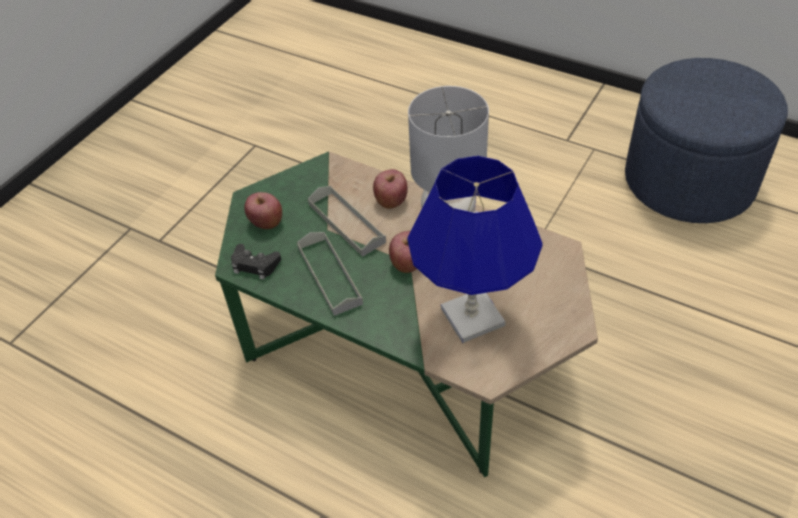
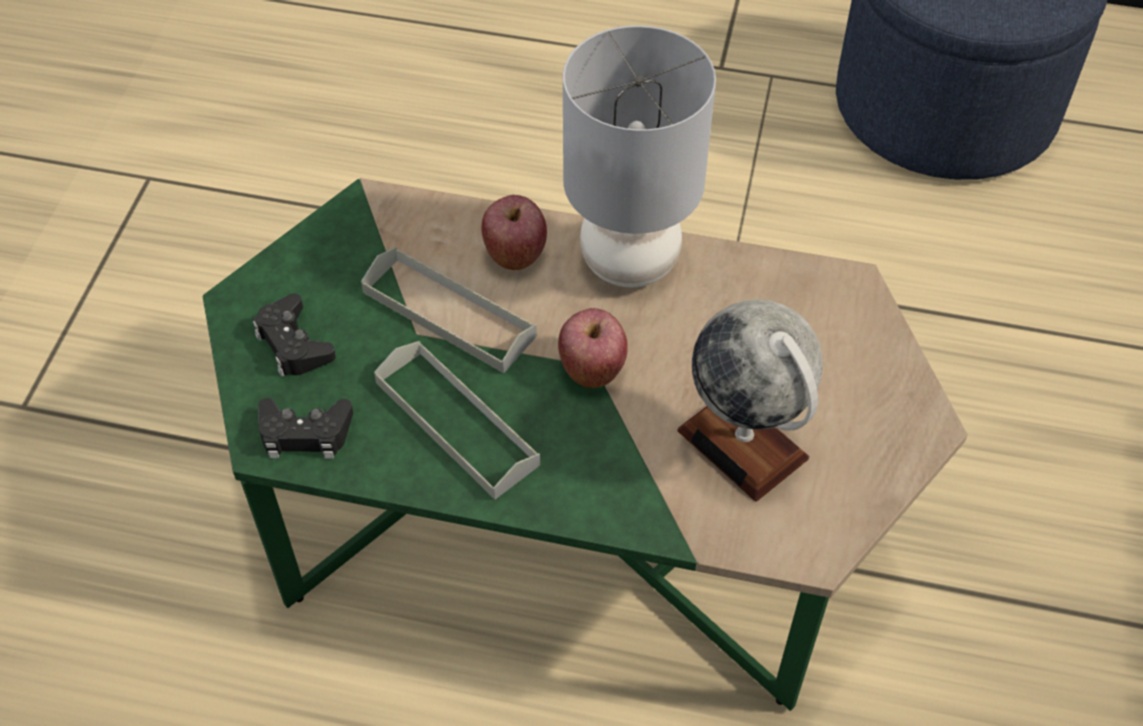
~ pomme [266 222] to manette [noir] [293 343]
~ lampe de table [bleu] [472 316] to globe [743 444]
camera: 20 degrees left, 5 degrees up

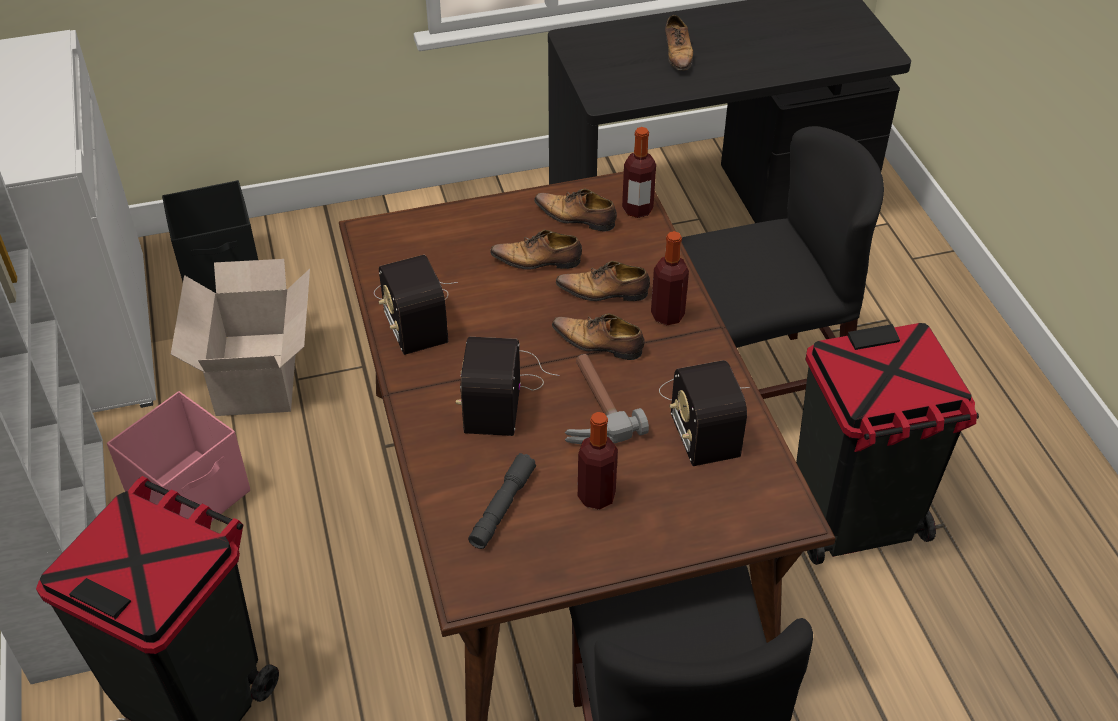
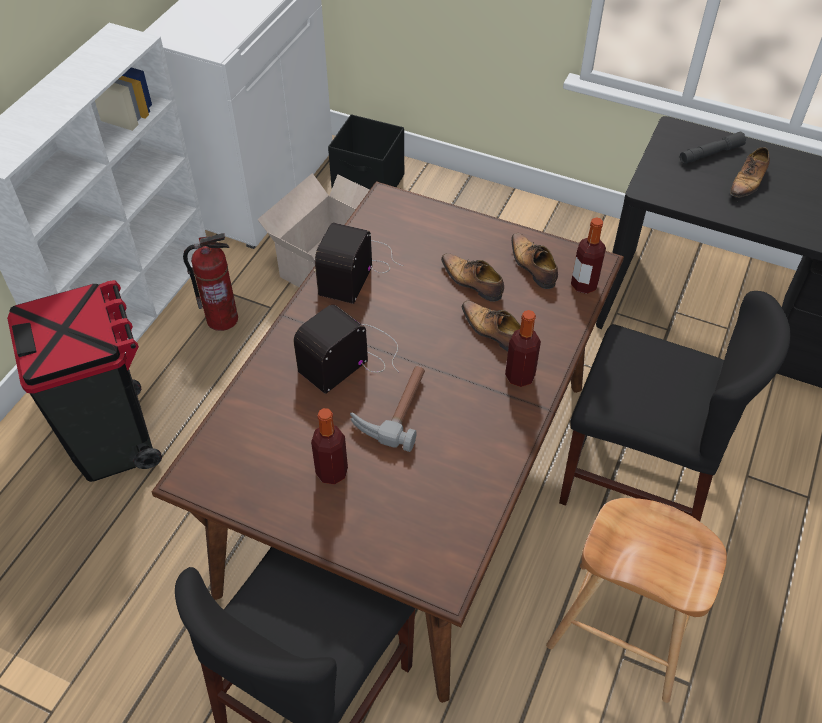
~ boîte de rangement [rose] [192 496] to extincteur [222 319]
~ lampe de poche [gris] [502 507] to [711 153]
- chaussure [599 344]
- radio [702 414]
~ poubelle [noir] [855 520] to tabouret [marron] [621 630]
camera: 40 degrees right, 5 degrees up

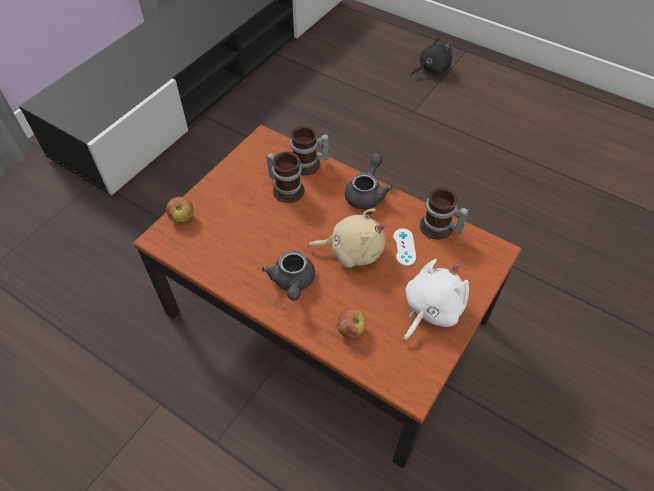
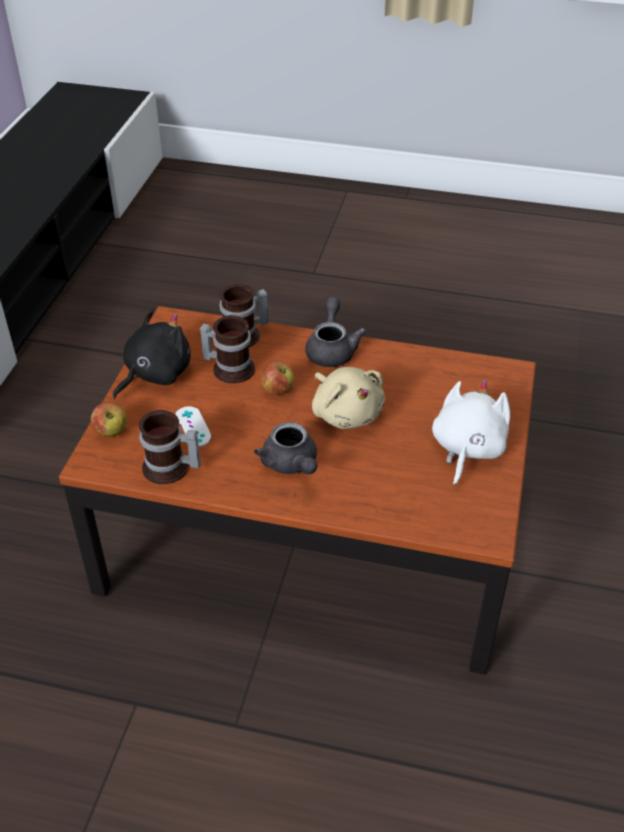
~ peluche [beige] [352 250] = [346 413] 75 degrees clockwise
~ pomme [350 330] to [277 390]
~ manette [blanc] [404 247] to [193 427]
~ peluche [noir] [431 69] to [154 374]
~ mug [439 229] to [170 469]
camera: 20 degrees left, 10 degrees down

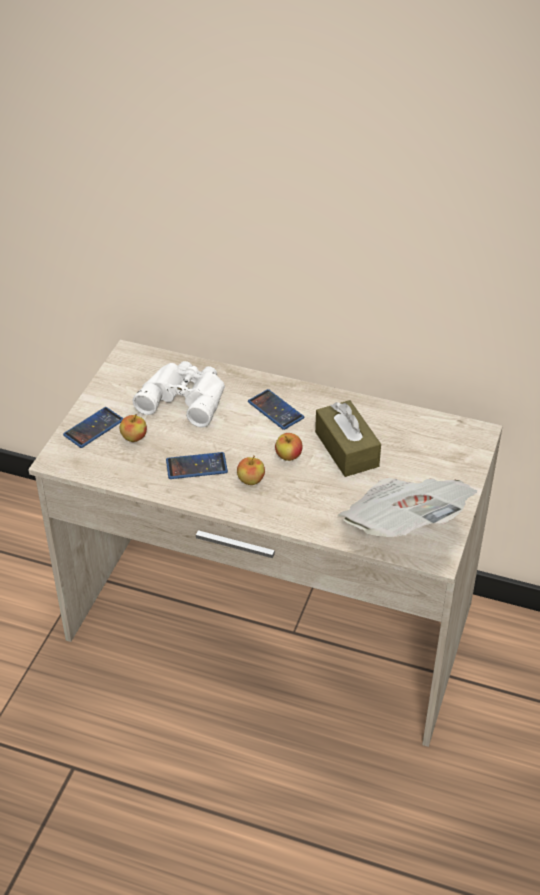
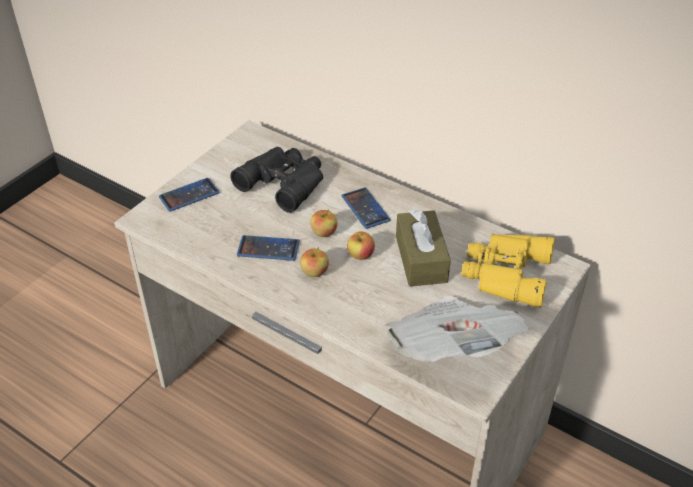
~ pomme [134 438] to [324 233]
~ jumelles [blanc] [185 397] to jumelles [noir] [284 182]
+ jumelles [jaune] [504 273]
camera: 15 degrees right, 0 degrees up

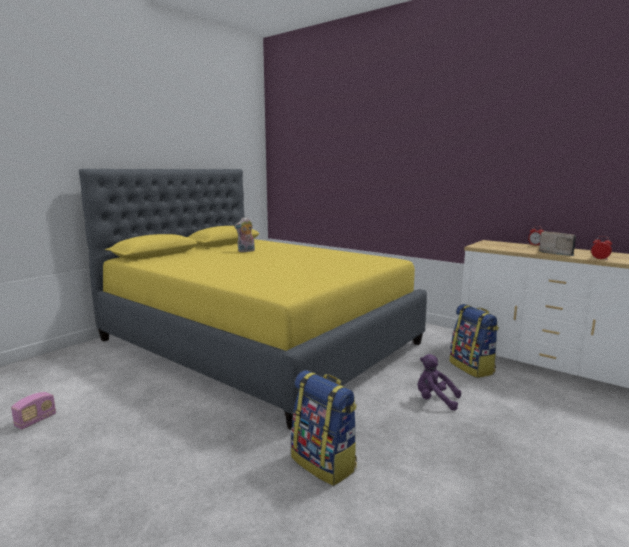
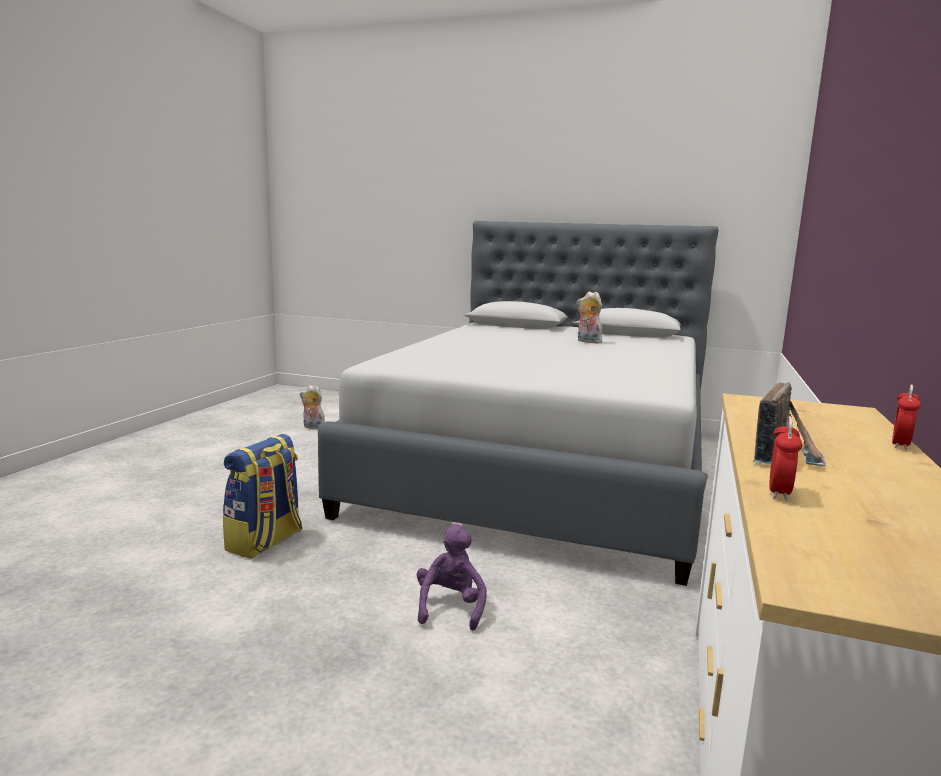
~ radio [36 421] to peluche [312 427]
~ lit [jaune] [259 341] to lit [gris] [544 468]
- sac à dos [472 368]
camera: 70 degrees right, 0 degrees up

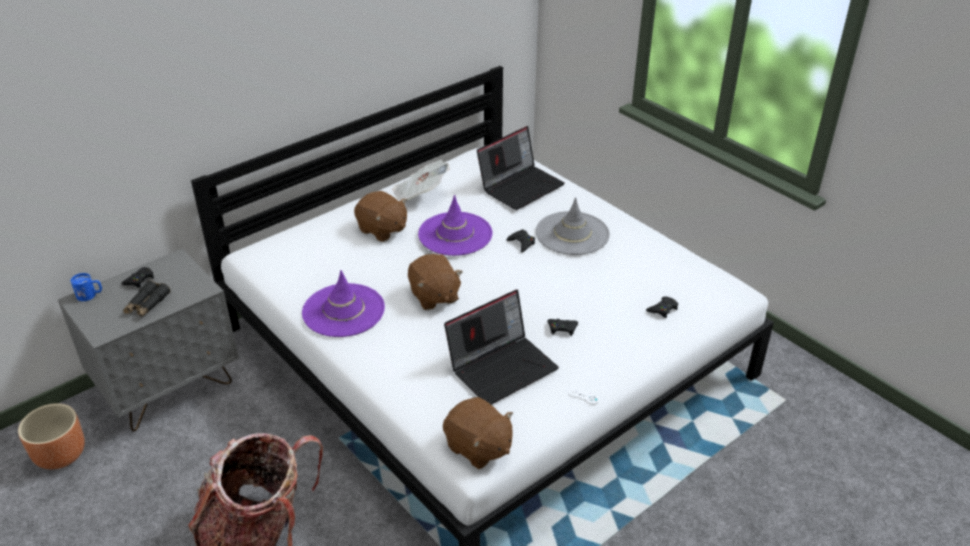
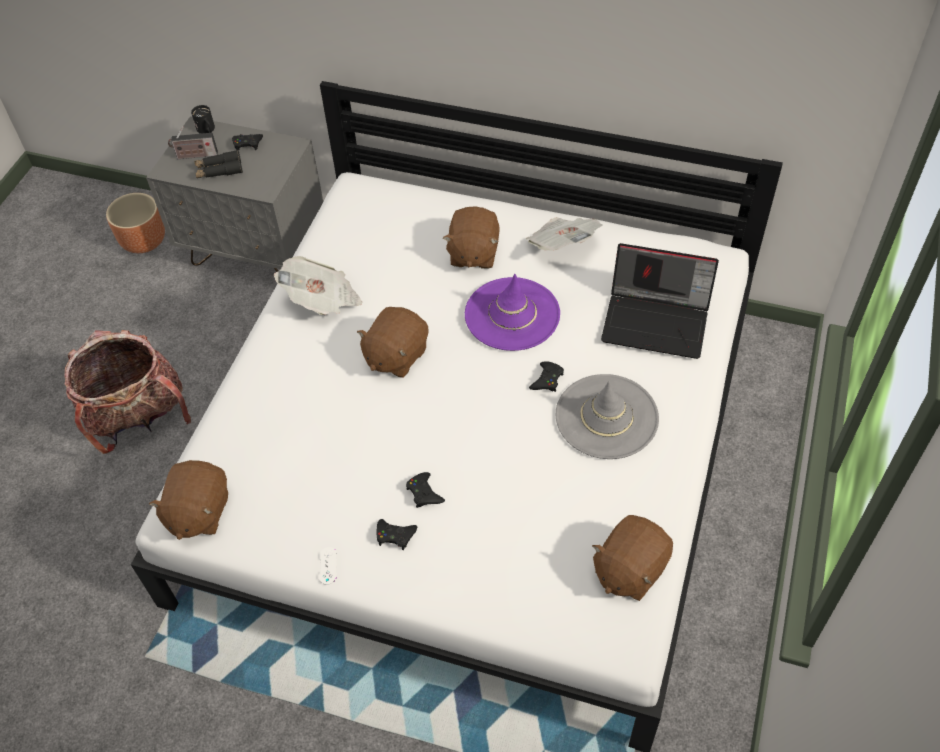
~ mug [bleu] [90 295] to mug [noir] [207 130]
~ chapeau [violet] [343 310] to journal [322 300]
- ordinateur portable [502 366]
~ manette [noir] [662 309] to [395 535]
+ radio [195 156]
+ peluche [marron] [629 569]
camera: 60 degrees right, 15 degrees up

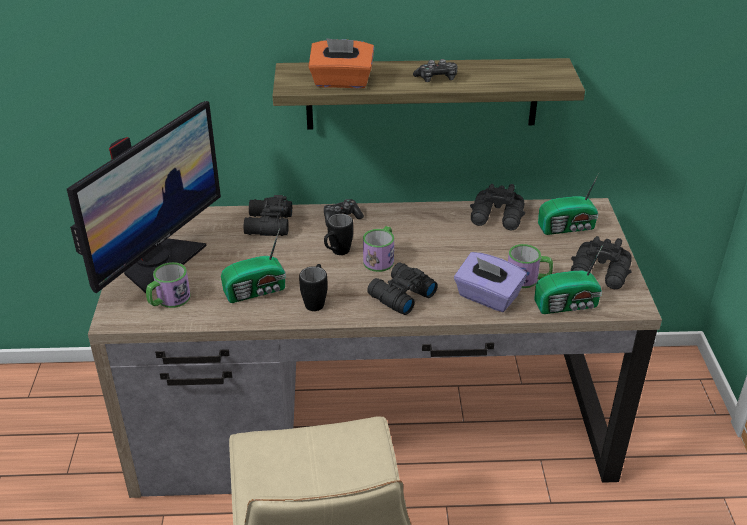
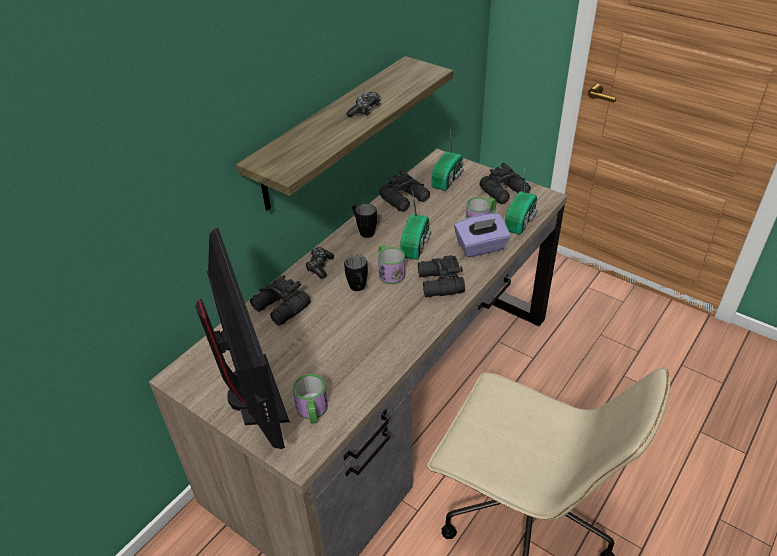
~ radio [257 291] to [416 244]
~ mug [noir] [316 301] to [364 231]
- boîte à mouchoirs [orange] [341 82]
camera: 50 degrees left, 5 degrees up

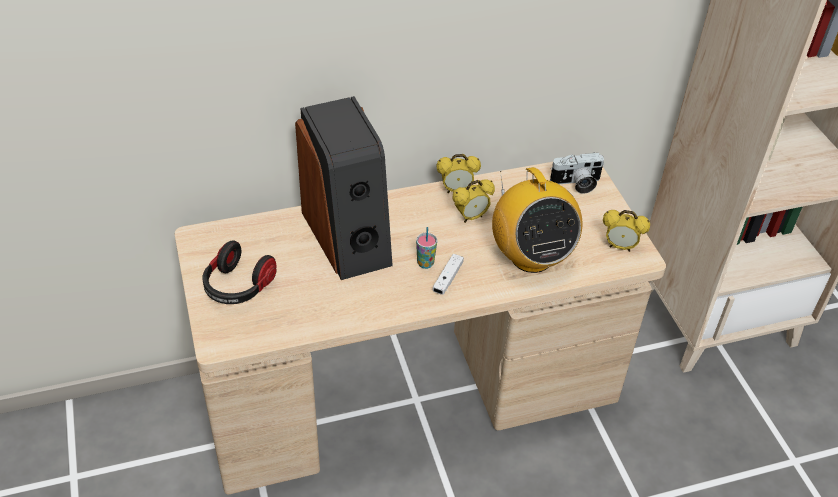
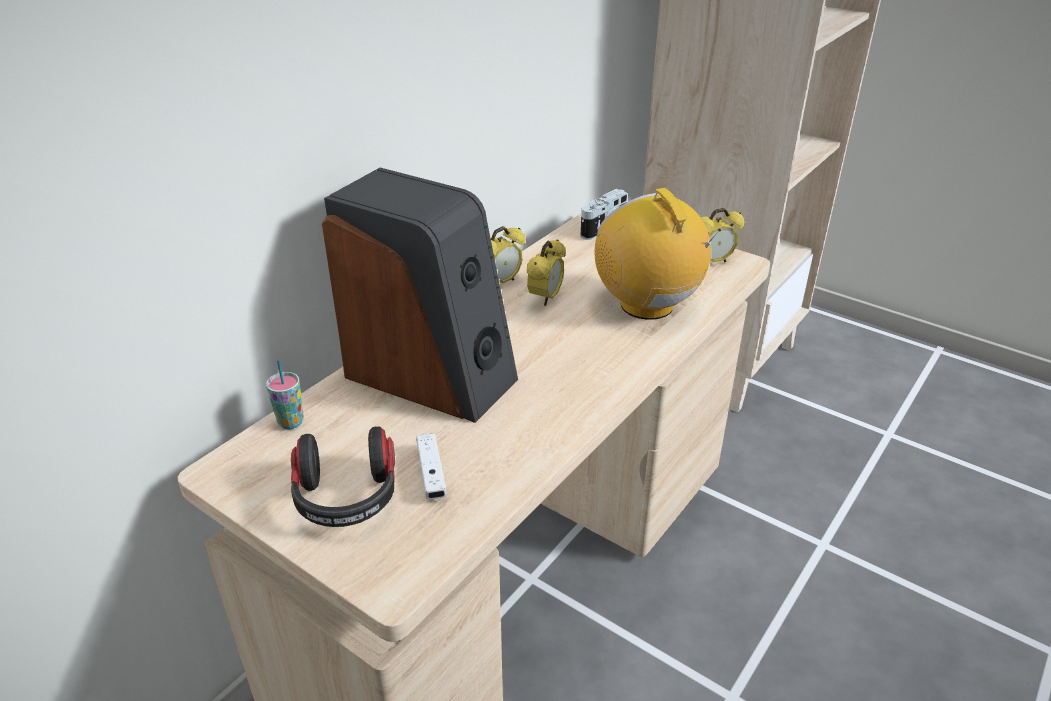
~ tasse [425 263] to [291 422]
~ manette [blanc] [447 279] to [431 474]
~ radio [530 257] = [647 305] 150 degrees counterclockwise
camera: 35 degrees left, 10 degrees down

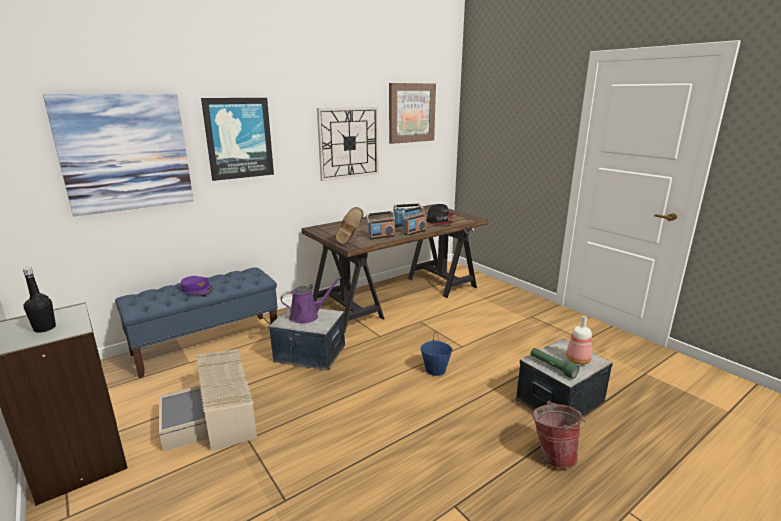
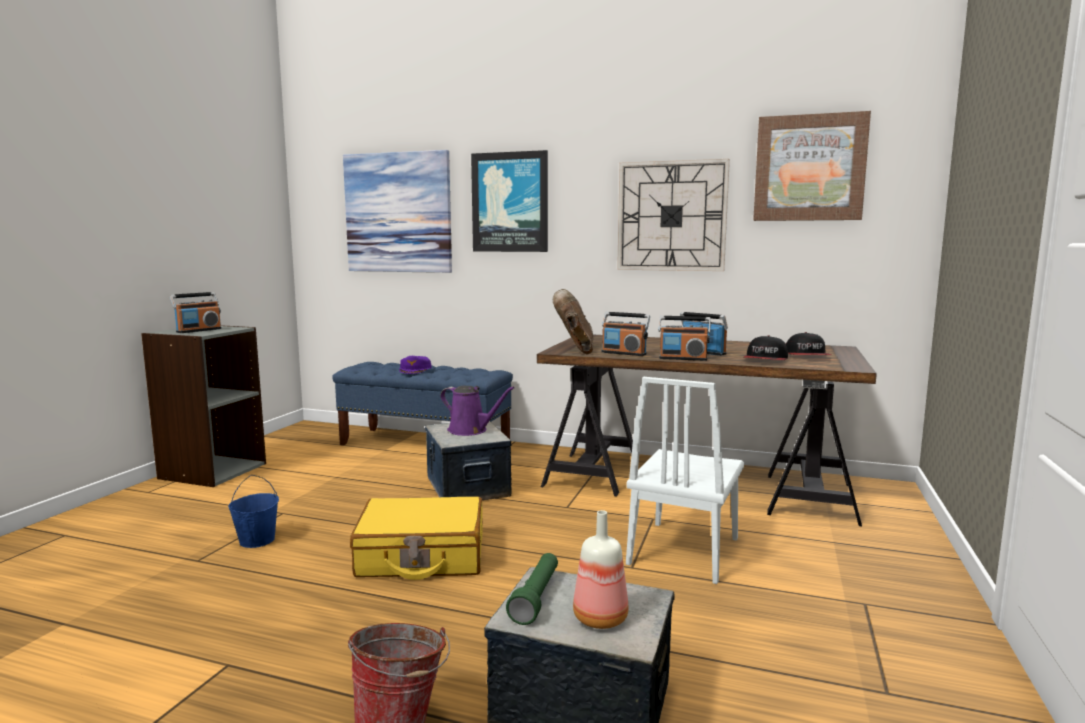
~ bouteille [noir] [45 328] to radio [198 330]
- boîte de rangement [beige] [214 417]
~ botte [marron] [350 241] = [576 349] 120 degrees clockwise
~ seau [bleu] [435 370] to [257 540]
+ valise [jaune] [421 556]
+ chaise [blanc] [684 550]
camera: 55 degrees right, 10 degrees down

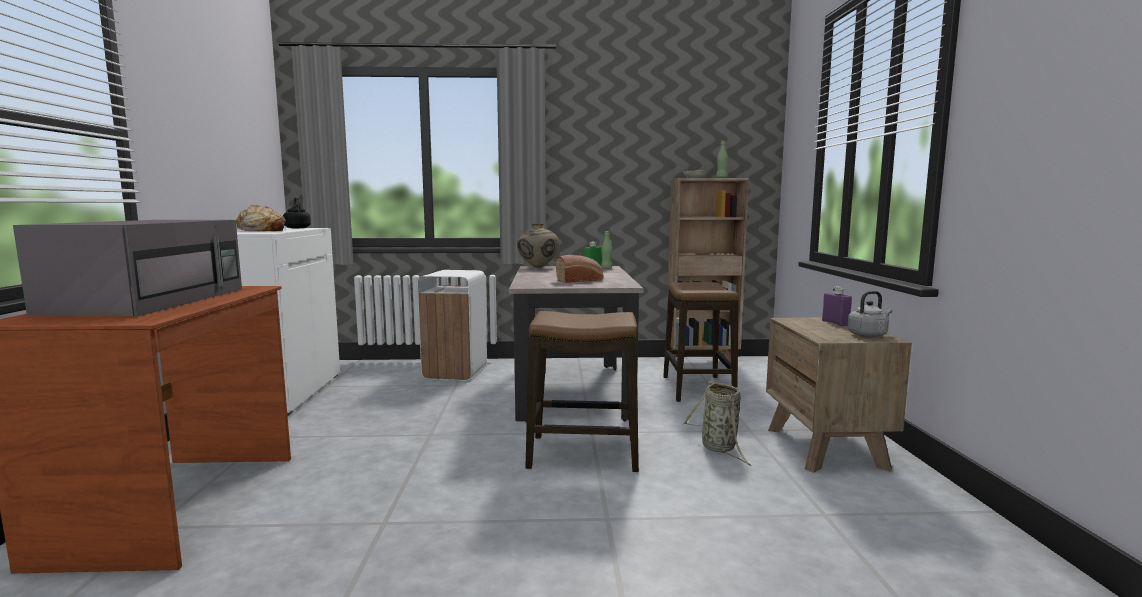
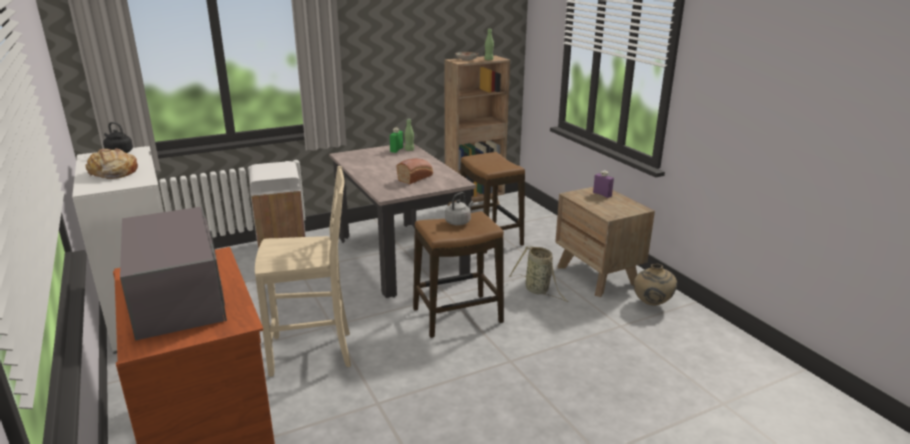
~ vase [beige] [538 267] to [651 304]
~ bouilloire [gris] [868 335] to [458 222]
+ chaise [beige] [313 353]
camera: 25 degrees left, 15 degrees up

